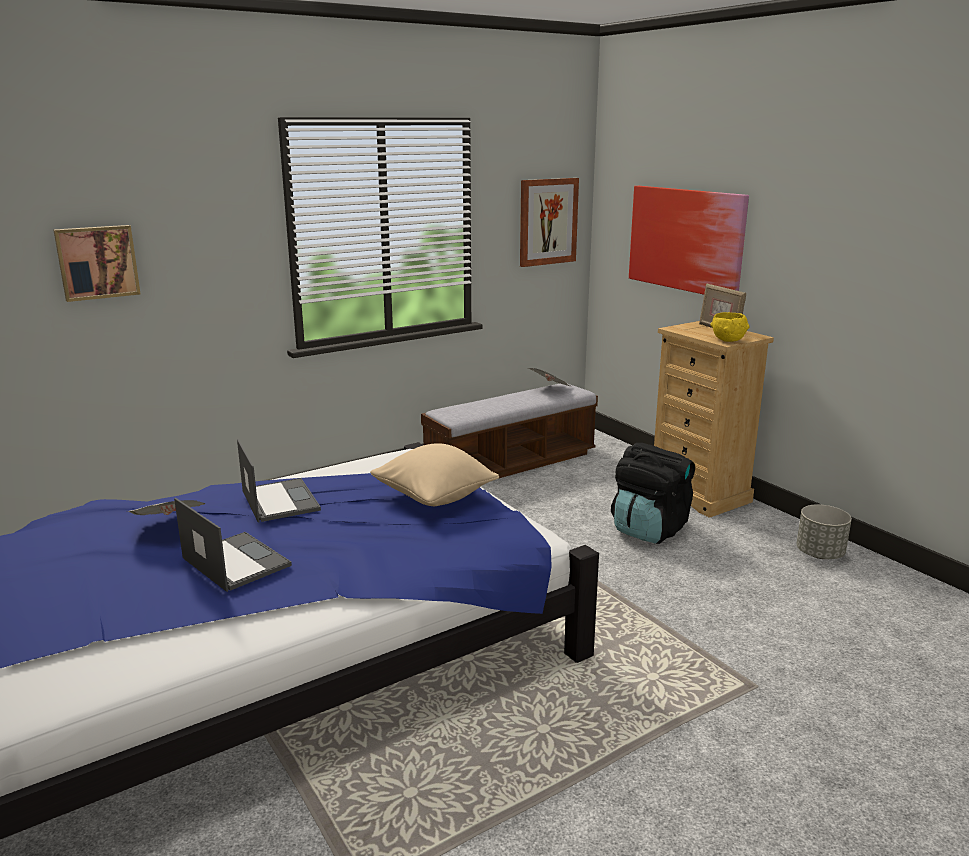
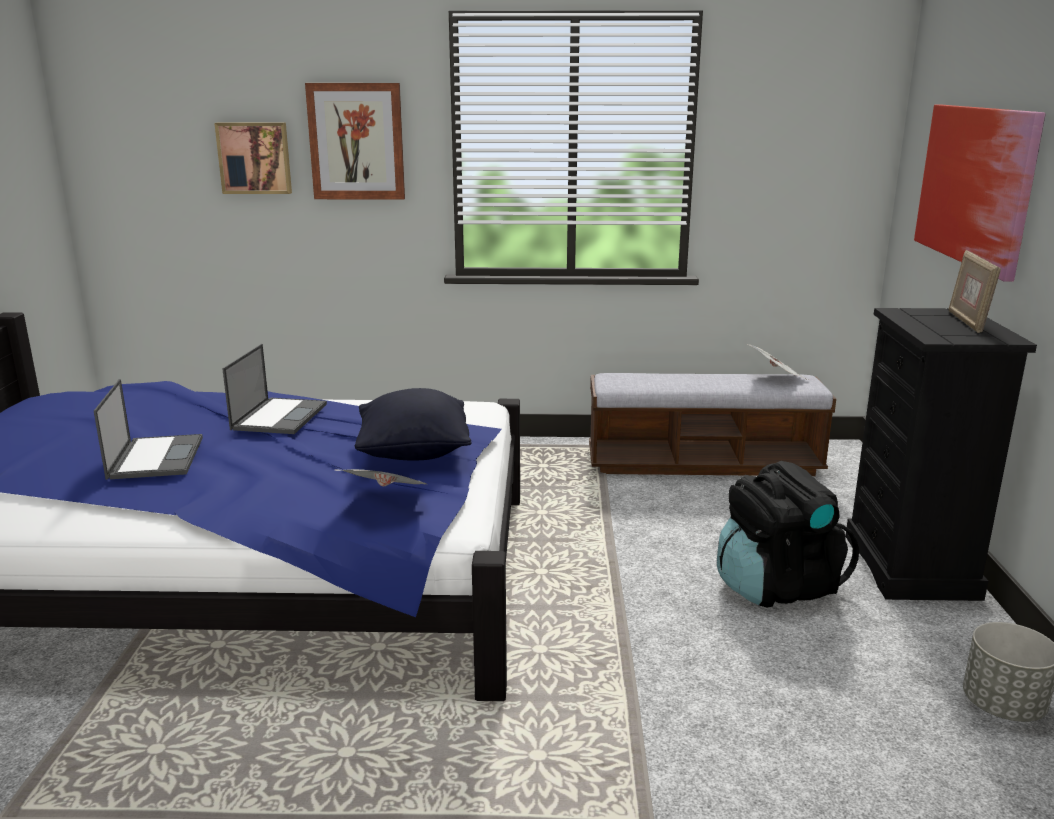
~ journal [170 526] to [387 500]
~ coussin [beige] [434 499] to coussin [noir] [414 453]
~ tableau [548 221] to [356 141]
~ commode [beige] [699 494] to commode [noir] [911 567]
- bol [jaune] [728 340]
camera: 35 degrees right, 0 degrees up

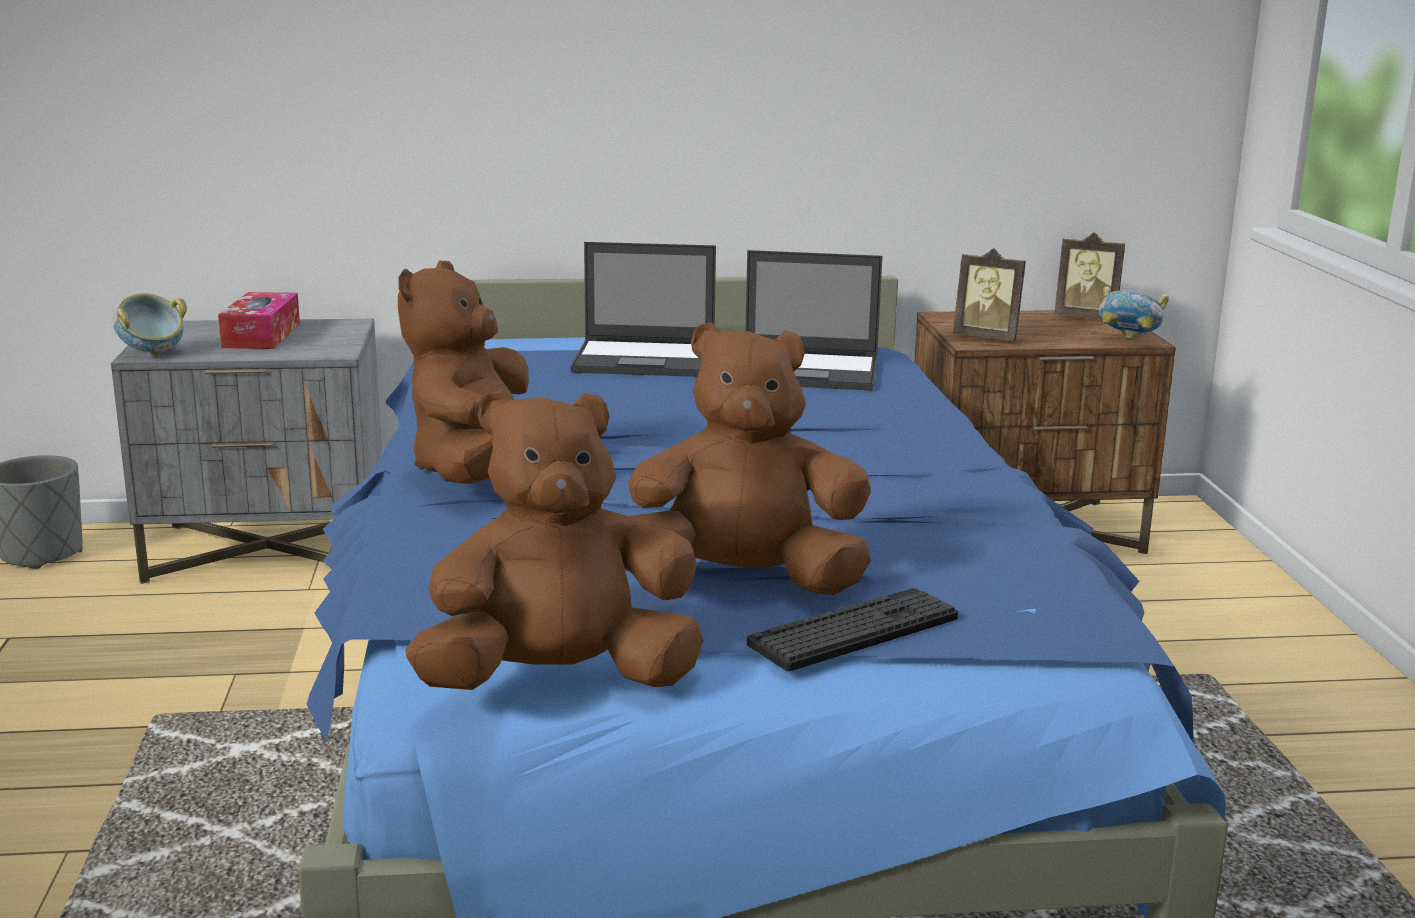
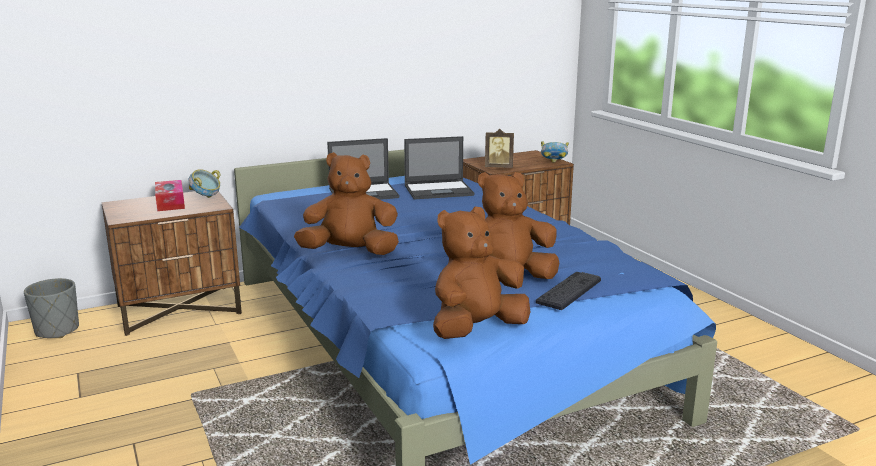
~ table de chevet [gris] [270 550] to table de chevet [marron] [180 309]
~ bol [151 354] to [206 197]
~ peluche [marron] [479 474] = [350 252] 90 degrees clockwise
- cadre photo [1086 317]
camera: 20 degrees left, 0 degrees up

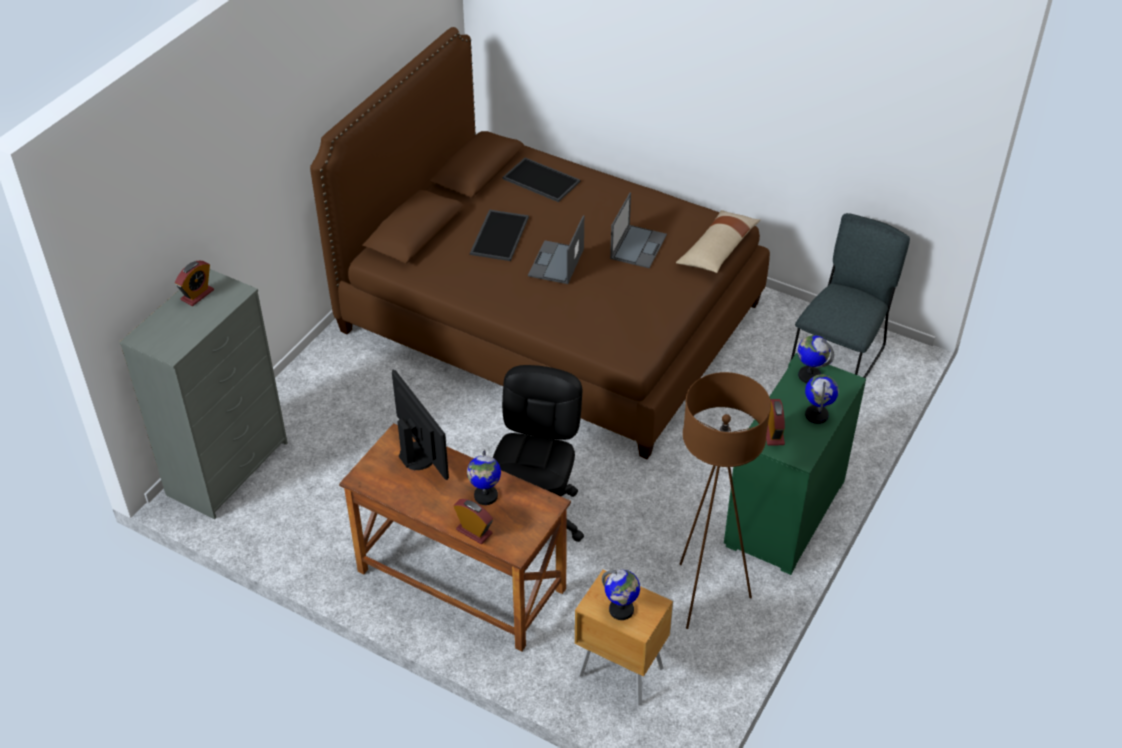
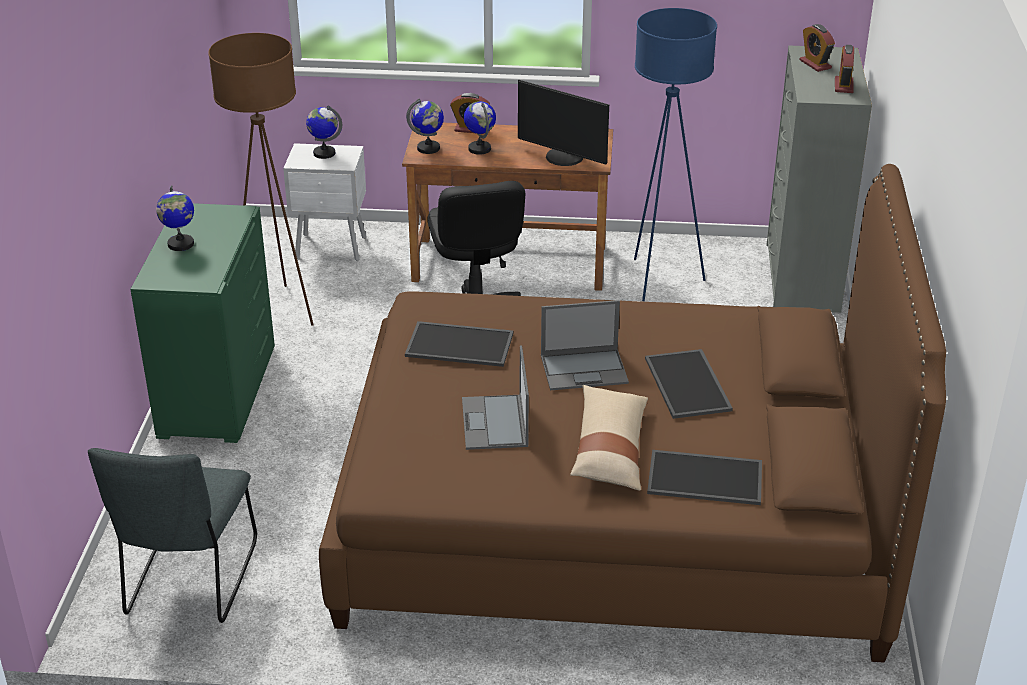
~ ordinateur portable [556 263] = [585 369] 90 degrees clockwise
~ table de chevet [marron] [619 670] to table de chevet [blanc] [332 249]
~ coussin [beige] [718 250] to [609 449]
~ réveil [774 434] to [815 64]
~ globe [809 375] to [428 148]
+ plateau [461 344]
+ lampadaire [bleu] [660 279]
camera: 155 degrees right, 10 degrees down

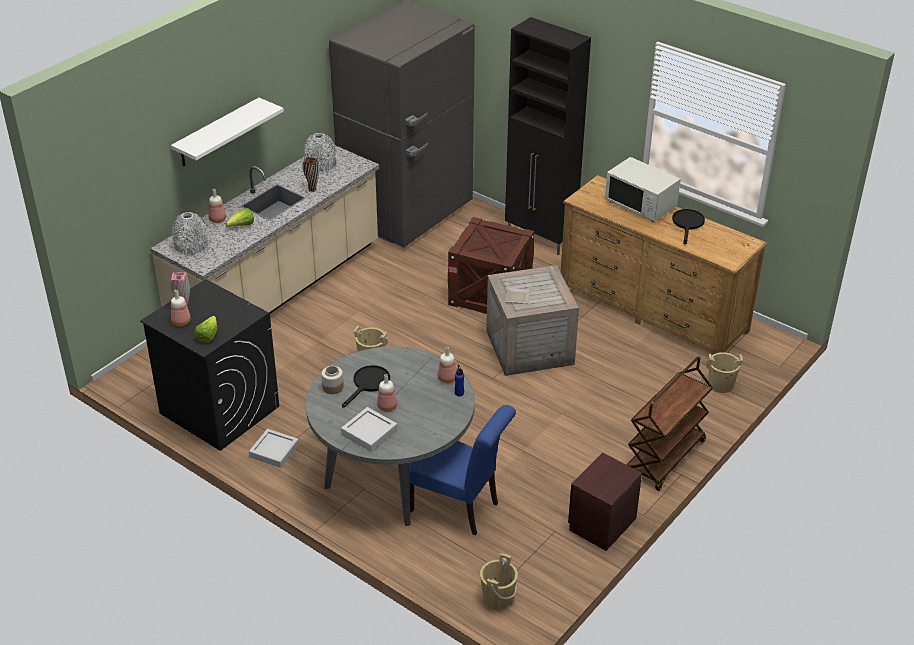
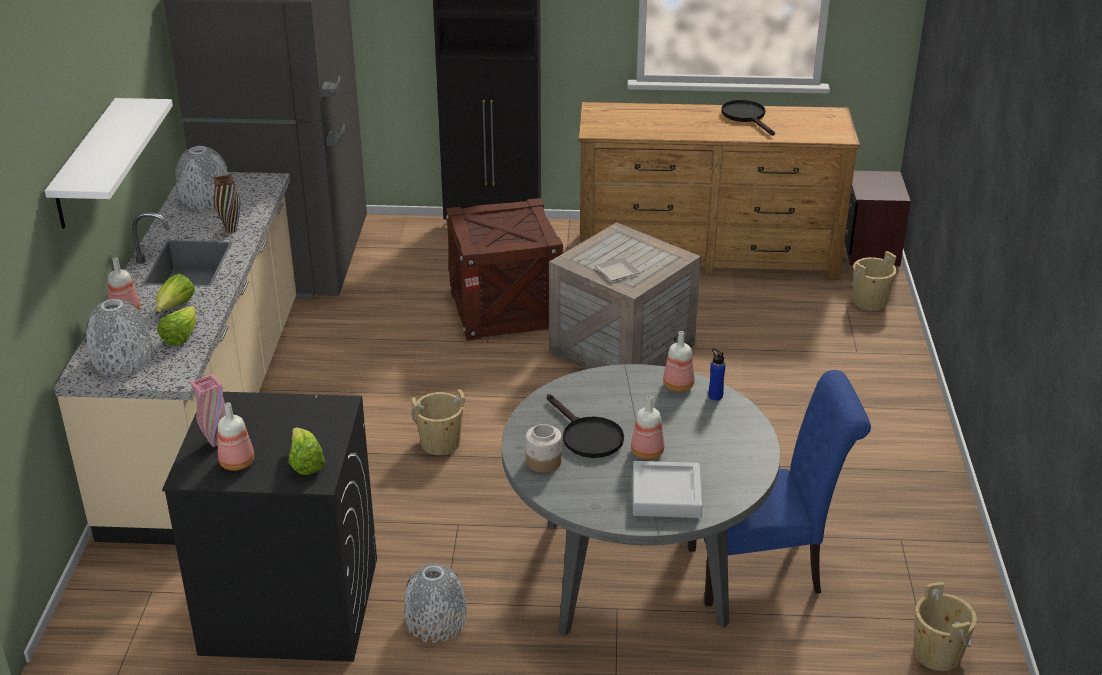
~ plateau [gris] [274 451] to vase [gris] [436 622]
~ poêle [noir] [368 384] = [587 436] 150 degrees clockwise
~ table de chevet [marron] [602 524] to [869 250]
- micro-ondes [blanc] [641 205]
- chariot [marron] [665 458]
+ laitue [181 337]
camera: 35 degrees left, 5 degrees down

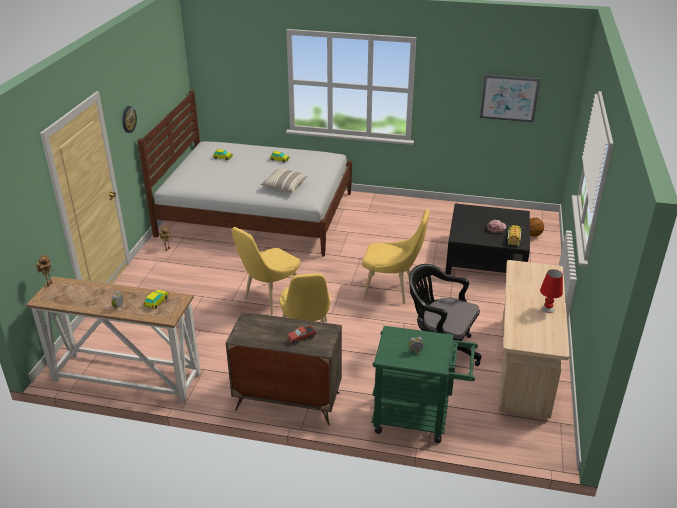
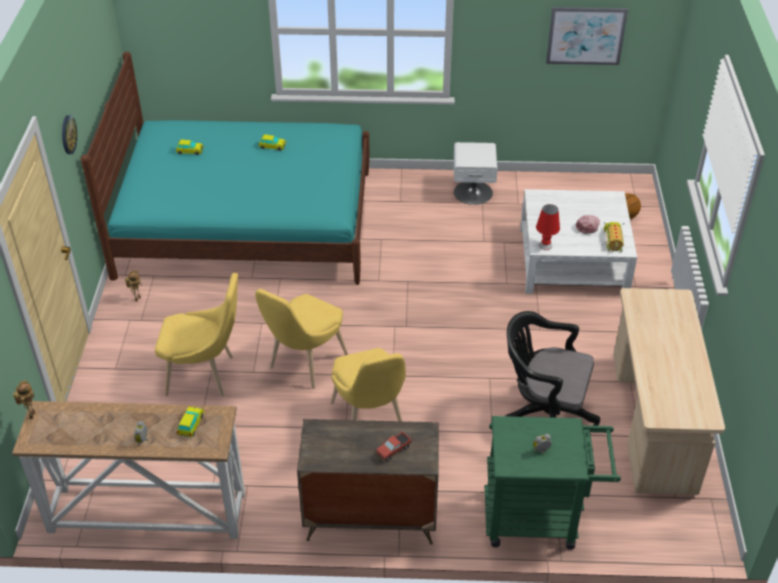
~ lit [blanc] [257 214] to lit [turquoise] [247 223]
- coussin [284 186]
~ chaise [jaune] [392 290] to [205 375]
~ table basse [noir] [486 257] to table basse [blanc] [573 260]
~ lampe de table [rouge] [547 309] to [545 246]
+ table de chevet [blanc] [473 192]
camera: 10 degrees left, 10 degrees up

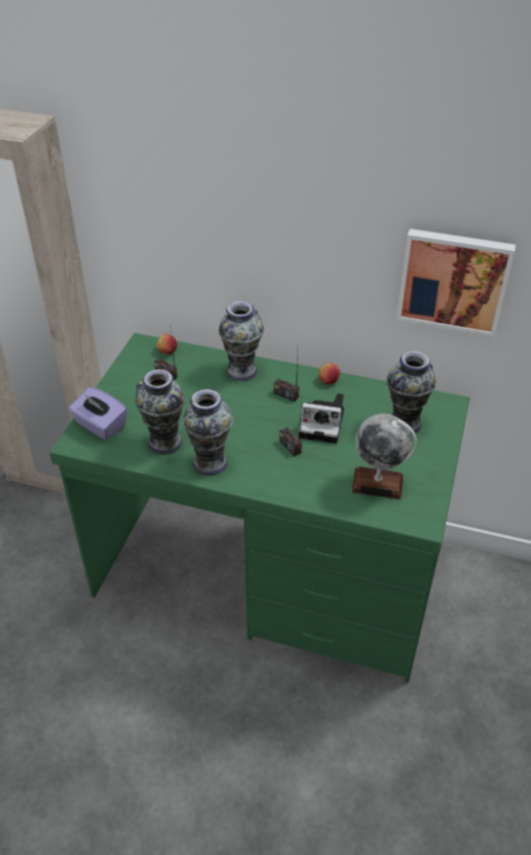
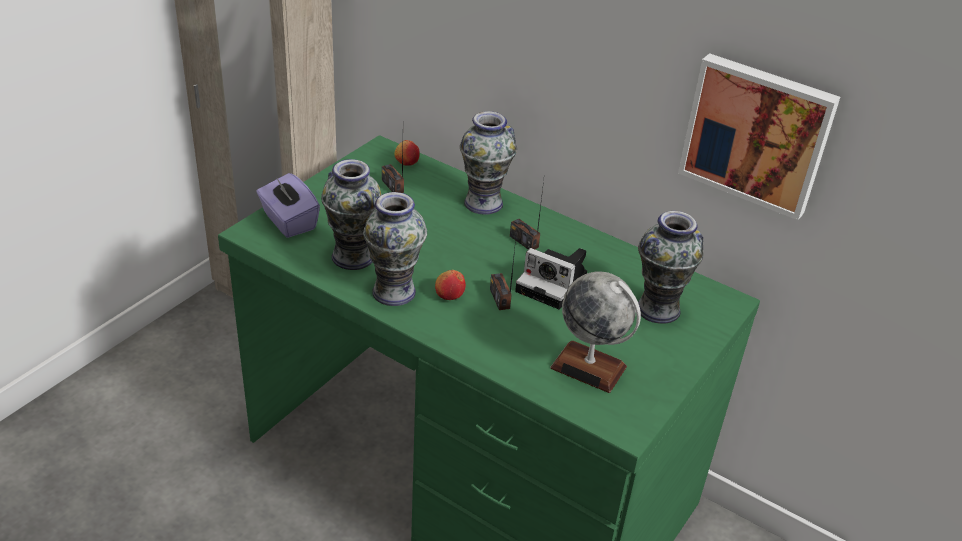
~ pomme [328 380] to [449 295]
camera: 15 degrees right, 5 degrees down

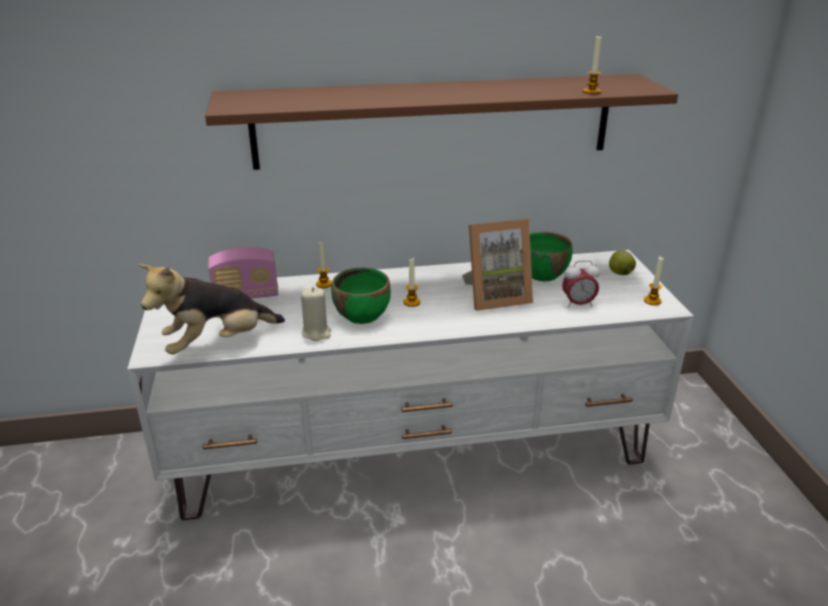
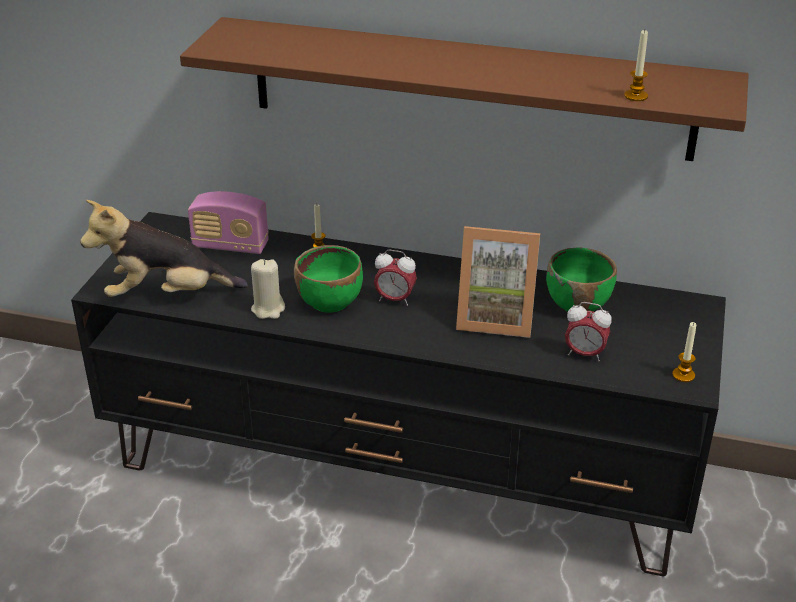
~ meuble télé [blanc] [415 450] to meuble télé [noir] [400 471]
~ bougie [411 302] to réveil [395 299]
- pomme [619 273]
camera: 25 degrees right, 5 degrees up

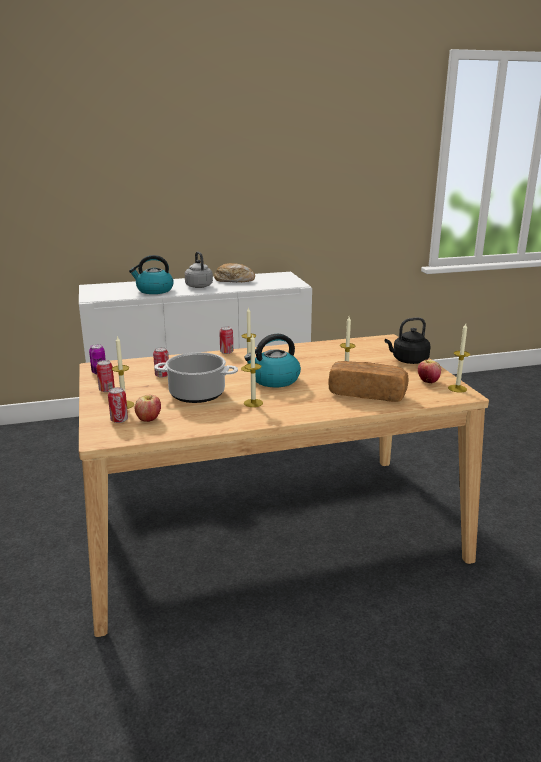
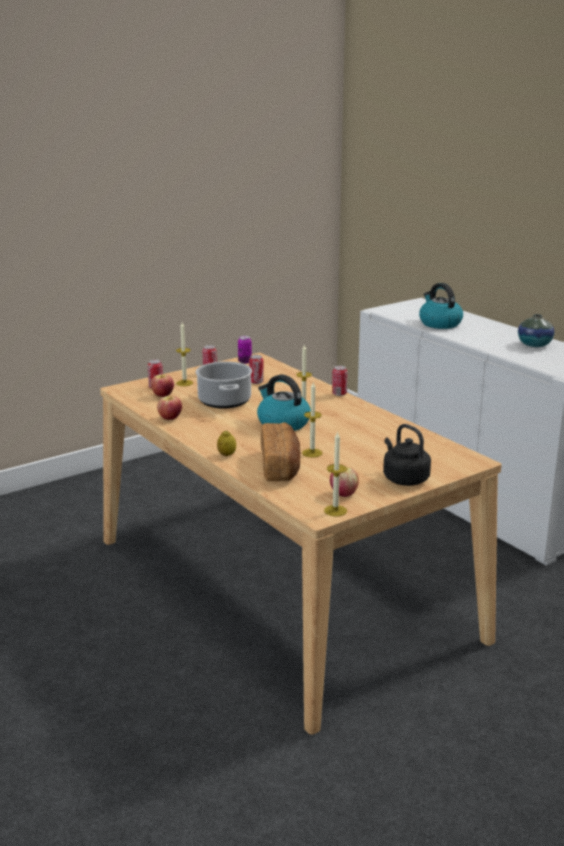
- bouilloire [gris] [198 286]
~ pain [234 280] to vase [534 345]
- bougie [253 403]
+ pomme [170 418]
+ citron [226 455]
camera: 70 degrees right, 0 degrees up

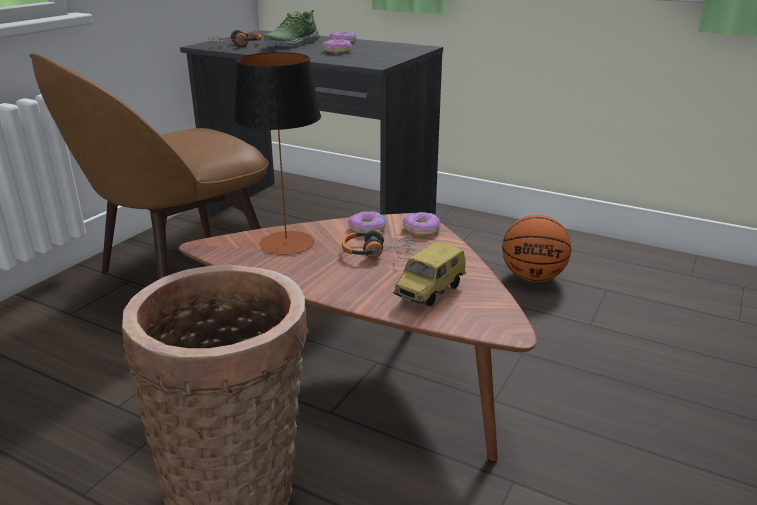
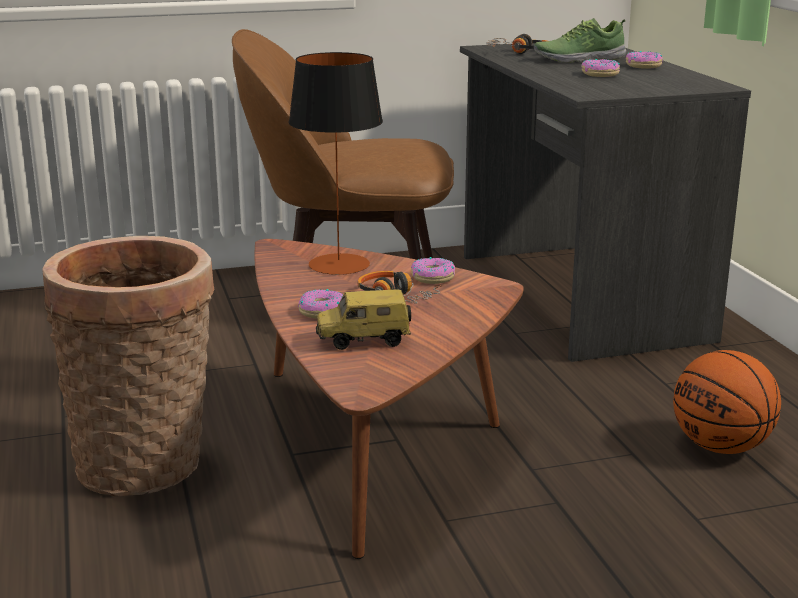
~ beignet [421 229] to [322 311]
camera: 45 degrees right, 5 degrees down

